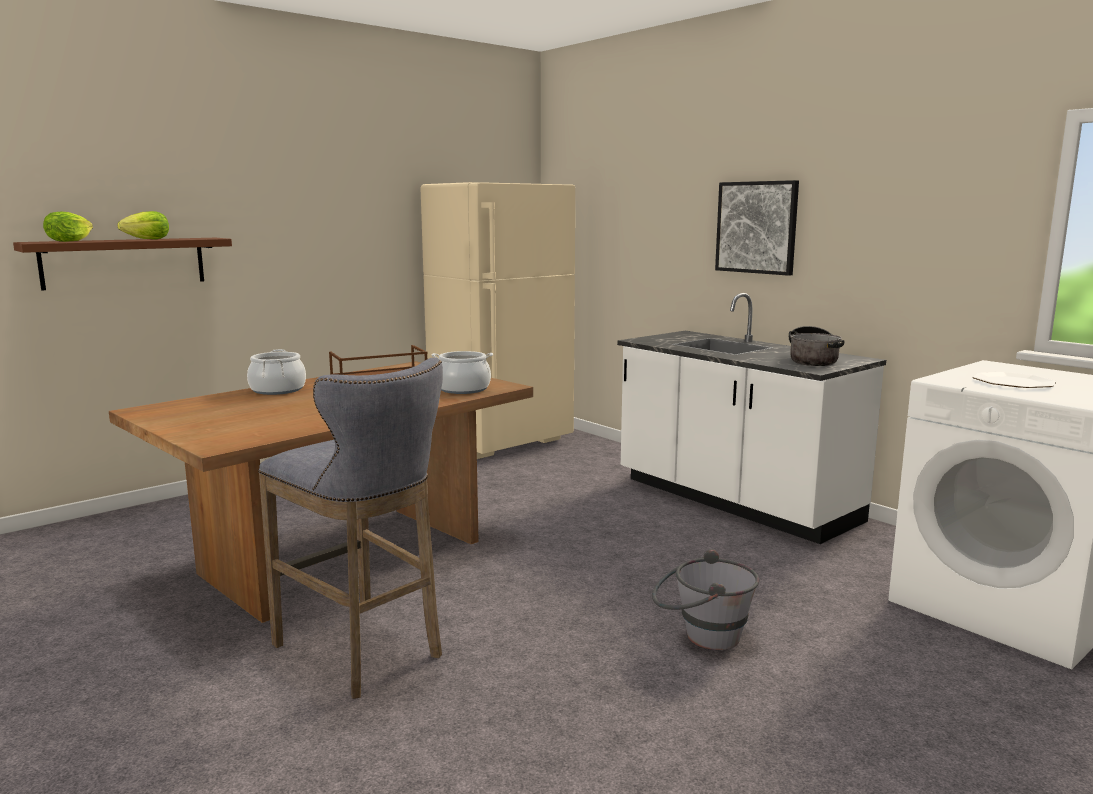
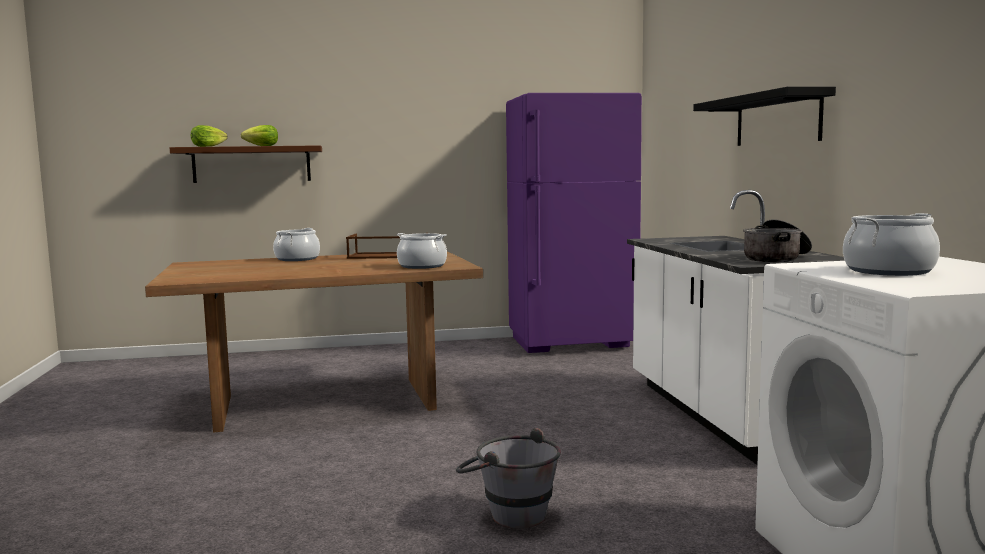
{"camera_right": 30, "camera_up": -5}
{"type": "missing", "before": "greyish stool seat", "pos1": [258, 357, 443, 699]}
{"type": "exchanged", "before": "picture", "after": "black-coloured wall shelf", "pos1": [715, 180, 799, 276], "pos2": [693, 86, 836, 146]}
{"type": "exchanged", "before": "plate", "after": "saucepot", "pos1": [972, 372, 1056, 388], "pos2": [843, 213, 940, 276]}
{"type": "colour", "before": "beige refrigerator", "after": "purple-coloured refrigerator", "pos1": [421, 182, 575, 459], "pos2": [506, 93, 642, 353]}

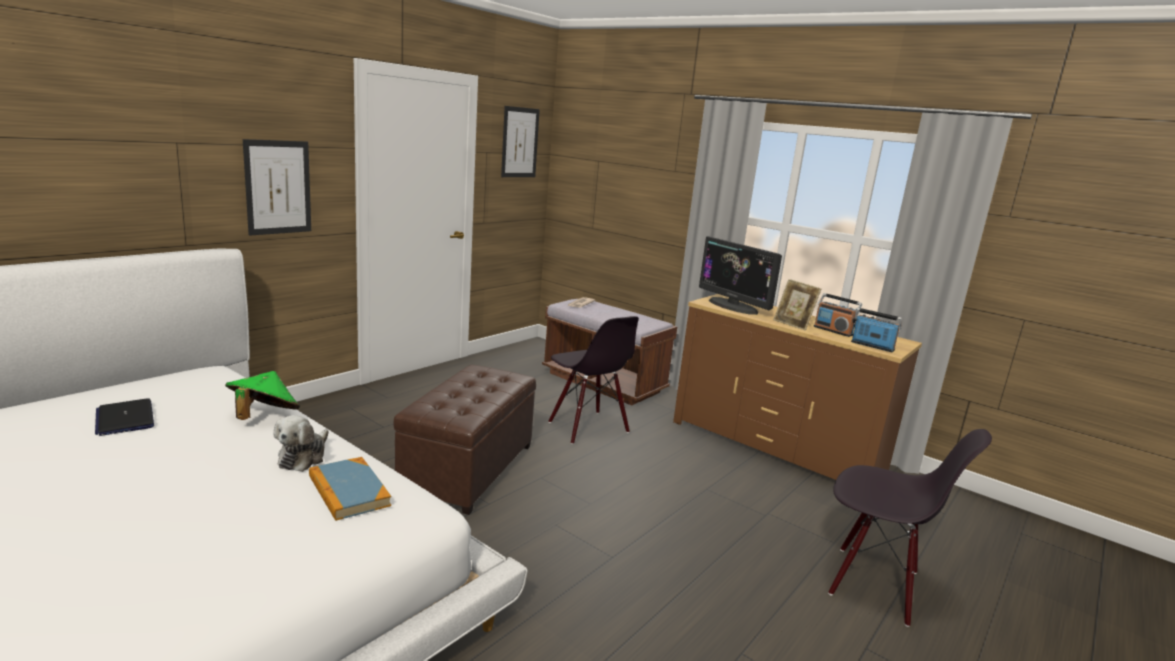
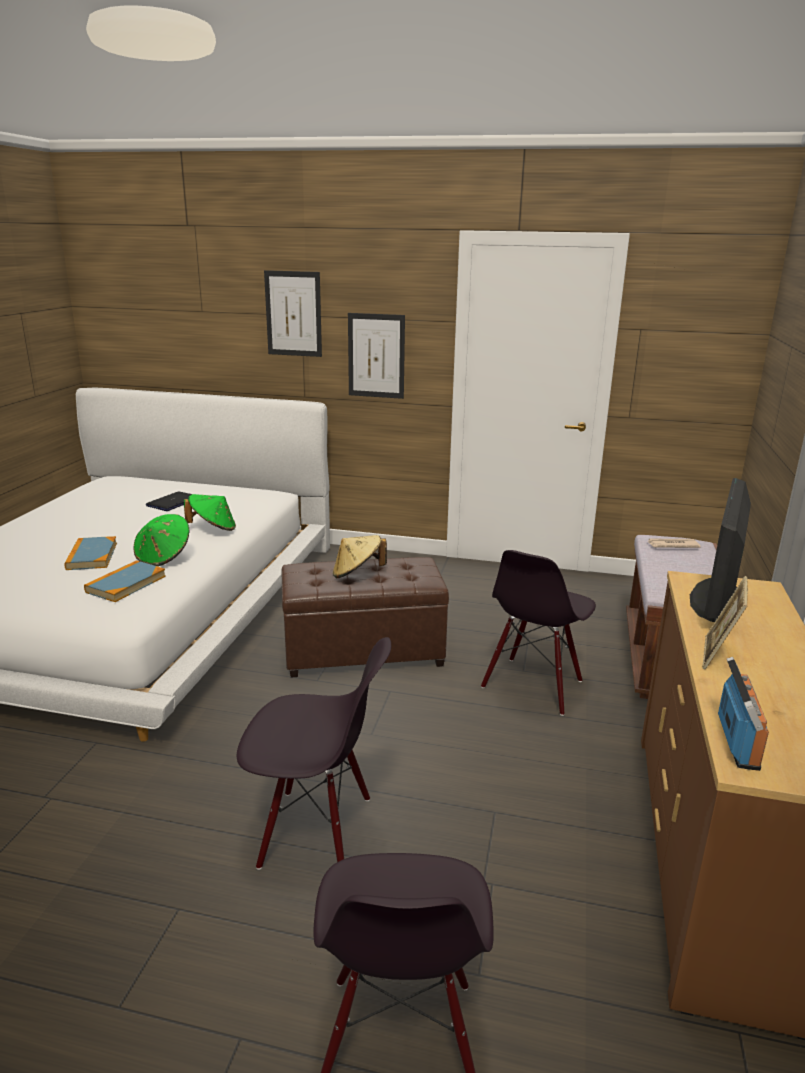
{"camera_right": 65, "camera_up": 5}
{"type": "missing", "before": "radio", "pos1": [814, 293, 862, 337]}
{"type": "appeared", "after": "book", "pos2": [64, 536, 117, 570]}
{"type": "appeared", "after": "black-coloured plain chair", "pos2": [237, 637, 391, 870]}
{"type": "appeared", "after": "beige wearable hat", "pos2": [333, 535, 387, 578]}
{"type": "relocated", "before": "picture", "pos1": [501, 106, 540, 177], "pos2": [264, 270, 322, 357]}
{"type": "exchanged", "before": "soft toy", "after": "green wearable hat", "pos1": [273, 415, 329, 472], "pos2": [133, 514, 190, 566]}

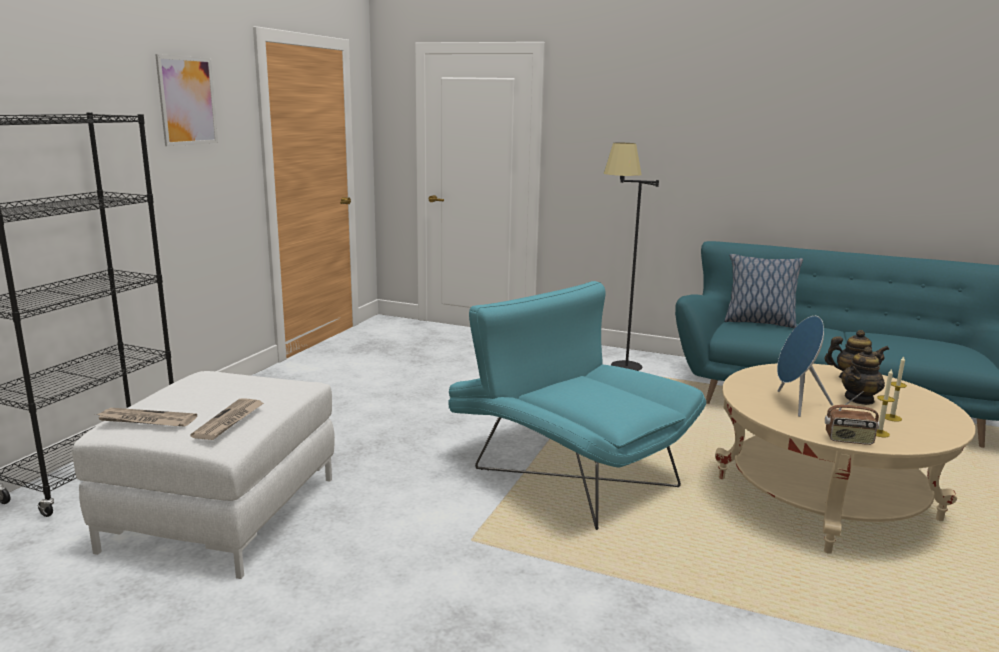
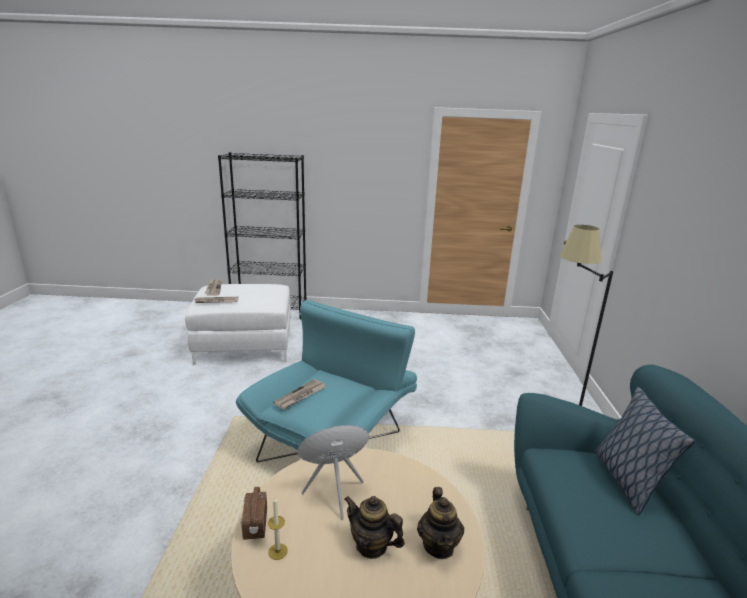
{"camera_right": 70, "camera_up": 5}
{"type": "missing", "before": "picture", "pos1": [155, 54, 218, 146]}
{"type": "missing", "before": "wax light", "pos1": [885, 356, 907, 422]}
{"type": "appeared", "after": "printed paper", "pos2": [273, 379, 326, 410]}

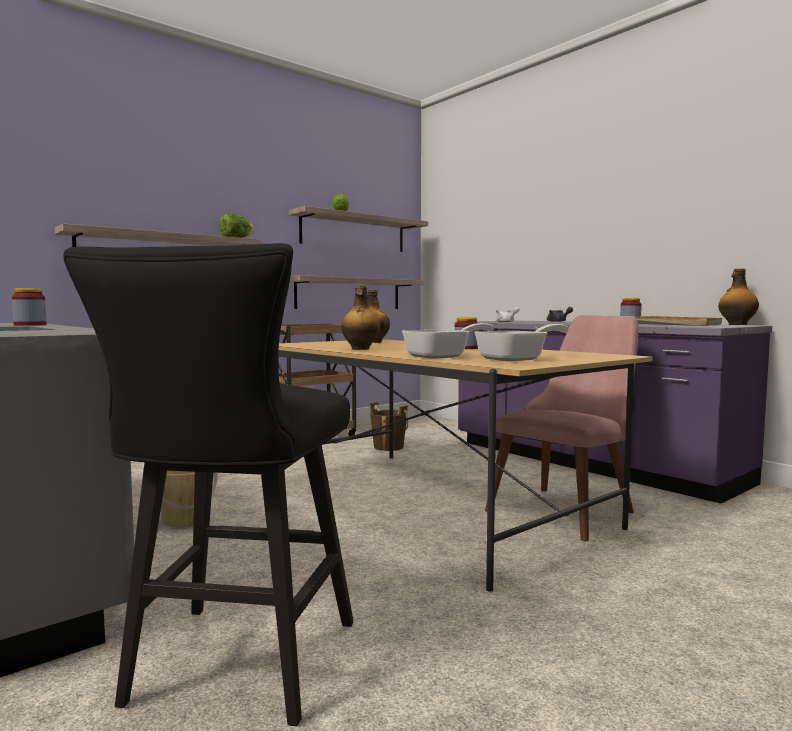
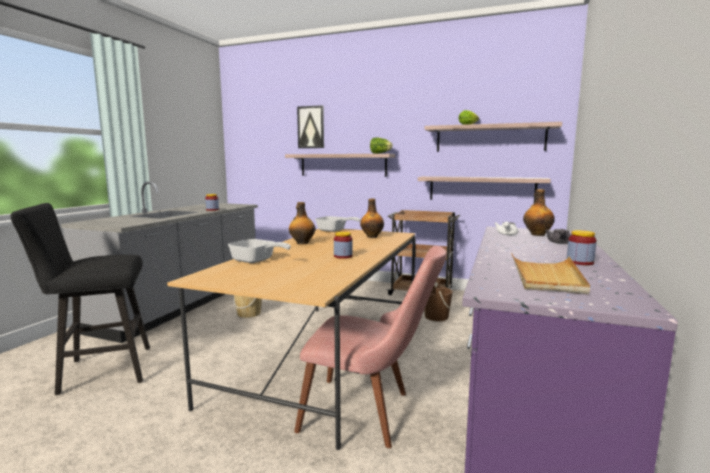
{"camera_right": 60, "camera_up": 5}
{"type": "appeared", "after": "picture", "pos2": [297, 105, 324, 148]}
{"type": "relocated", "before": "frying pan", "pos1": [474, 324, 569, 361], "pos2": [315, 216, 361, 232]}
{"type": "relocated", "before": "bottle", "pos1": [718, 268, 759, 325], "pos2": [523, 189, 555, 236]}

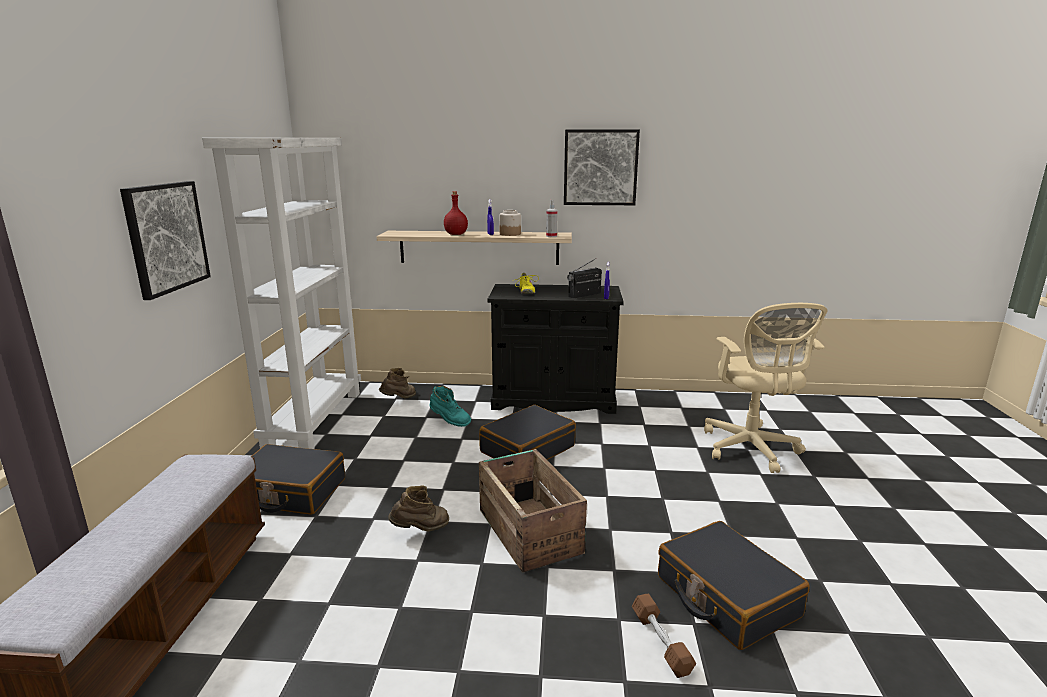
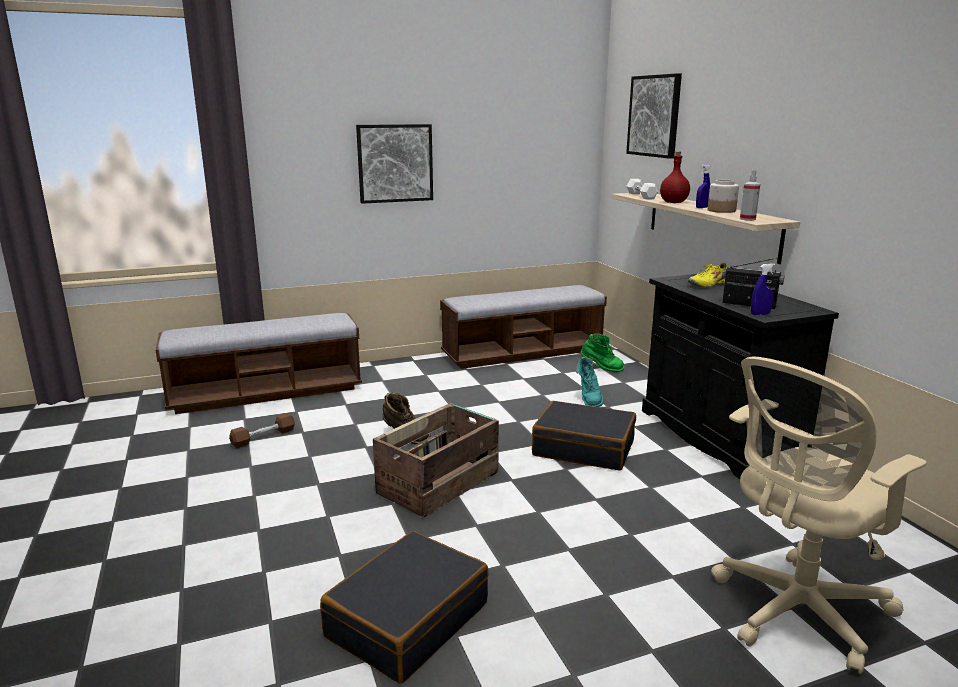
{"camera_right": 65, "camera_up": 0}
{"type": "missing", "before": "black-coloured piece of luggage", "pos1": [251, 444, 345, 515]}
{"type": "appeared", "after": "whitish dumbbell", "pos2": [626, 179, 658, 199]}
{"type": "relocated", "before": "picture", "pos1": [564, 129, 640, 205], "pos2": [626, 73, 682, 159]}
{"type": "relocated", "before": "brownish dumbbell", "pos1": [632, 594, 696, 678], "pos2": [229, 413, 295, 448]}
{"type": "exchanged", "before": "whitish bookshelf", "after": "bench", "pos1": [202, 138, 361, 449], "pos2": [440, 285, 607, 369]}
{"type": "colour", "before": "brownish boot", "after": "green boot", "pos1": [379, 368, 416, 399], "pos2": [581, 334, 624, 372]}

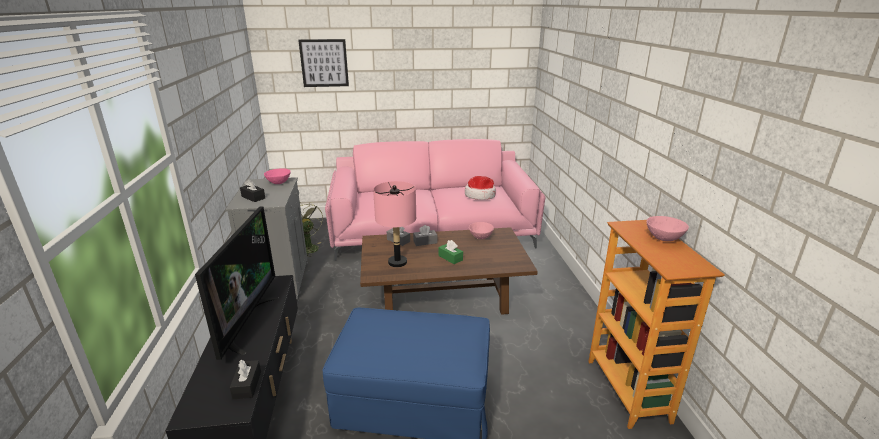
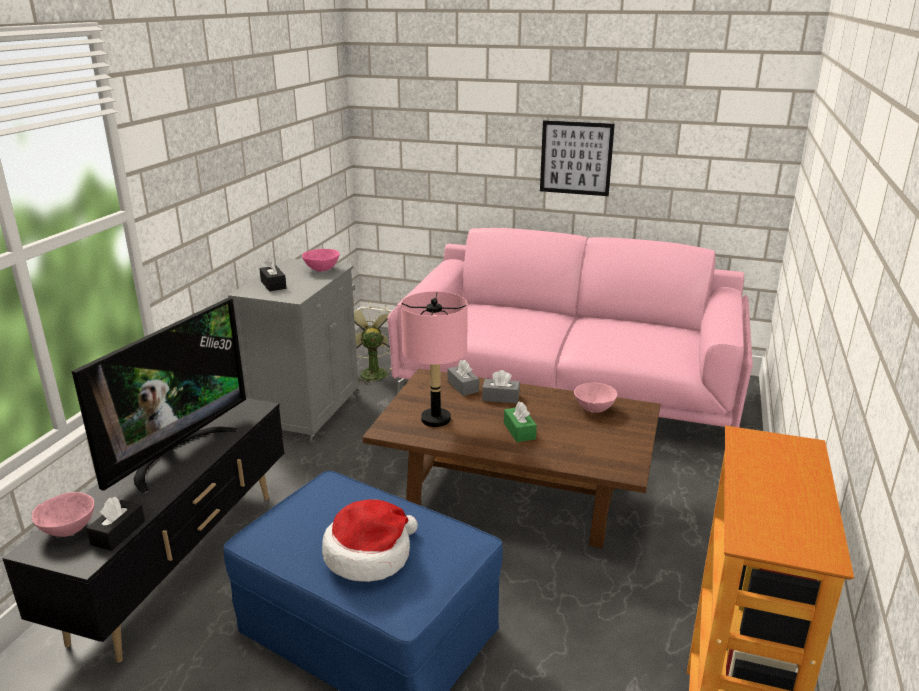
{"camera_right": 25, "camera_up": 0}
{"type": "relocated", "before": "picture", "pos1": [298, 39, 349, 87], "pos2": [540, 120, 615, 196]}
{"type": "relocated", "before": "wearable hat", "pos1": [465, 176, 496, 200], "pos2": [322, 499, 418, 582]}
{"type": "relocated", "before": "pinkish bowl", "pos1": [647, 216, 689, 241], "pos2": [32, 492, 94, 537]}

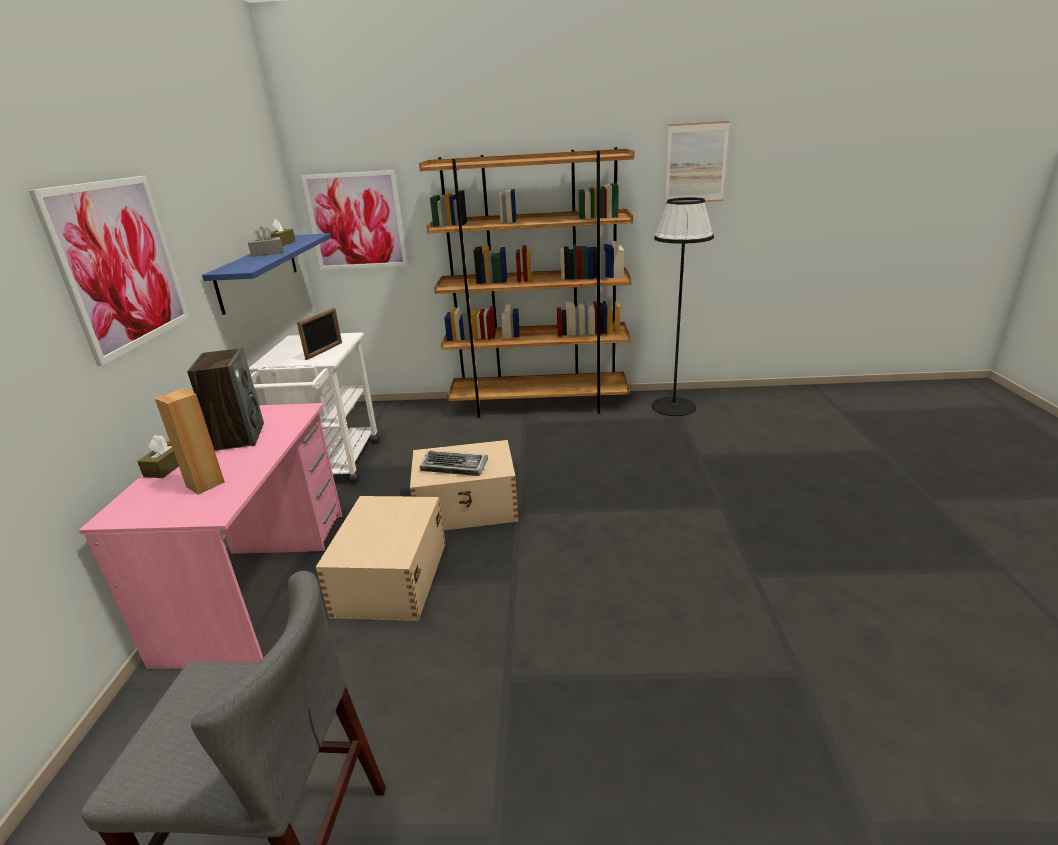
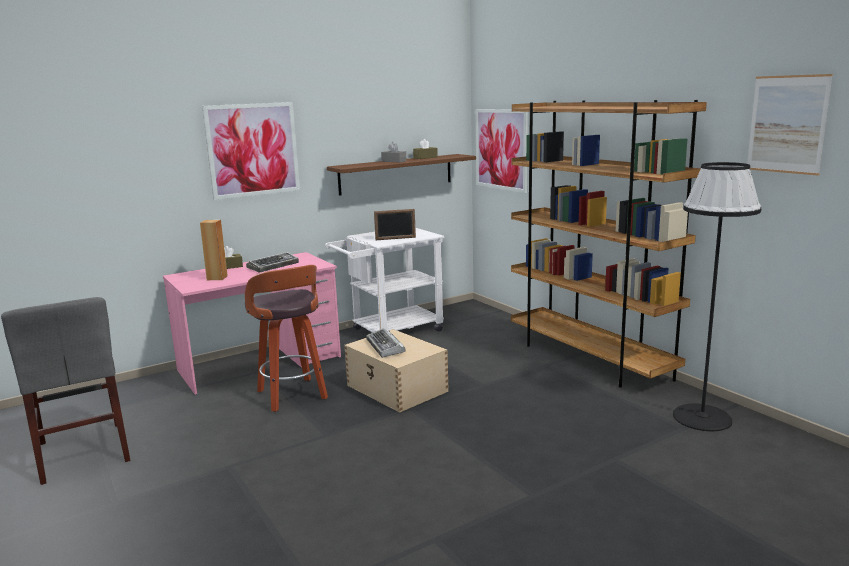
{"camera_right": 55, "camera_up": -10}
{"type": "exchanged", "before": "speaker", "after": "PC keyboard", "pos1": [187, 347, 264, 451], "pos2": [246, 252, 299, 273]}
{"type": "exchanged", "before": "beige storage container", "after": "stool seat", "pos1": [316, 496, 446, 621], "pos2": [245, 265, 328, 412]}
{"type": "colour", "before": "blue-coloured wall shelf", "after": "brownish wall shelf", "pos1": [202, 233, 331, 315], "pos2": [327, 154, 476, 196]}

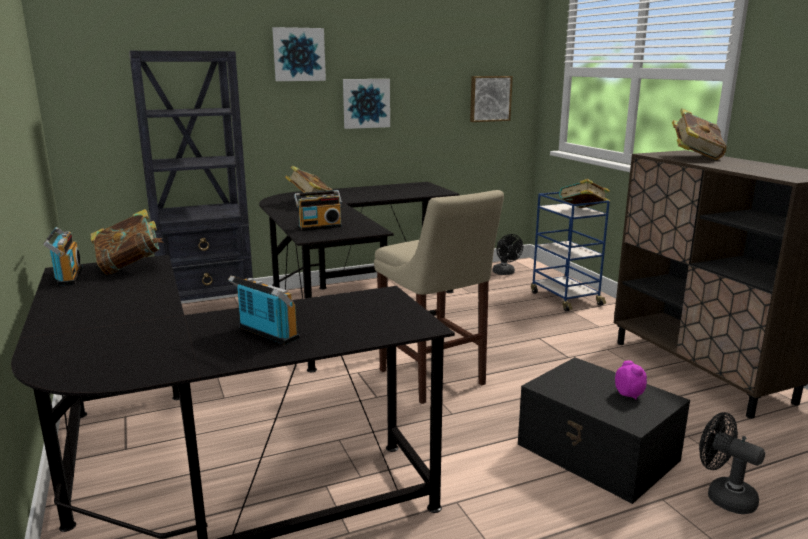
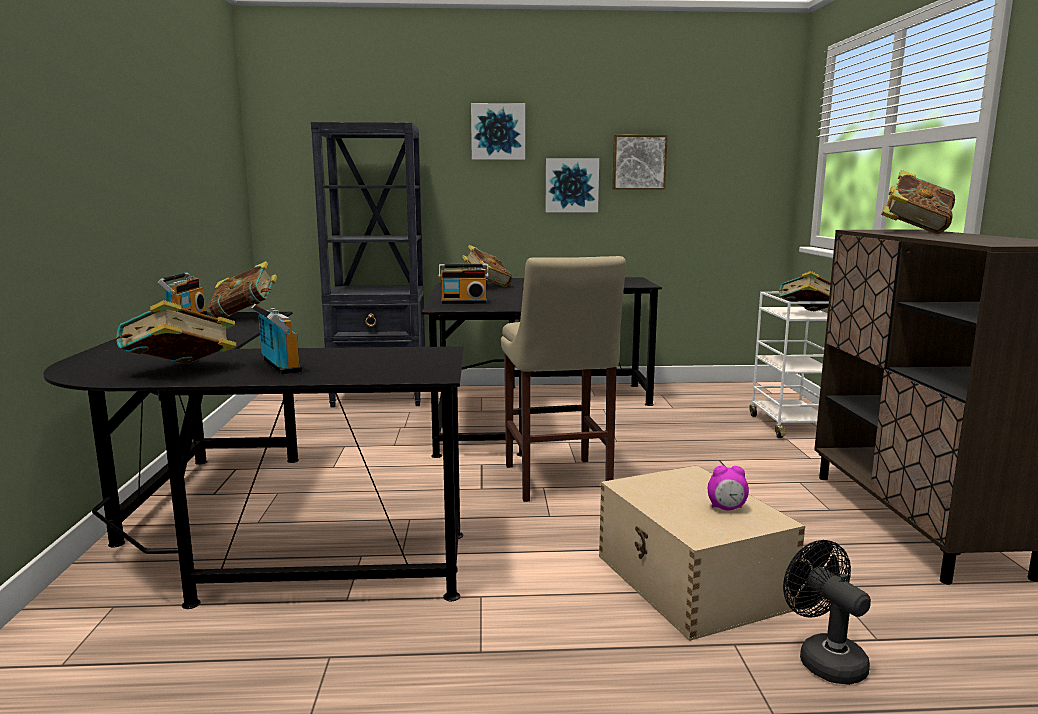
{"camera_right": 20, "camera_up": -5}
{"type": "missing", "before": "black-coloured fan", "pos1": [493, 234, 523, 275]}
{"type": "appeared", "after": "book", "pos2": [114, 300, 236, 364]}
{"type": "relocated", "before": "picture", "pos1": [470, 76, 513, 122], "pos2": [612, 135, 668, 190]}
{"type": "colour", "before": "black-coloured storage container", "after": "beige storage container", "pos1": [518, 357, 690, 504], "pos2": [599, 465, 805, 641]}
{"type": "colour", "before": "blue-coloured trolley", "after": "whitish trolley", "pos1": [531, 192, 610, 312], "pos2": [749, 292, 829, 438]}
{"type": "spun", "before": "bedside clock", "pos1": [615, 360, 647, 400], "pos2": [708, 466, 749, 510], "turn": 90}

